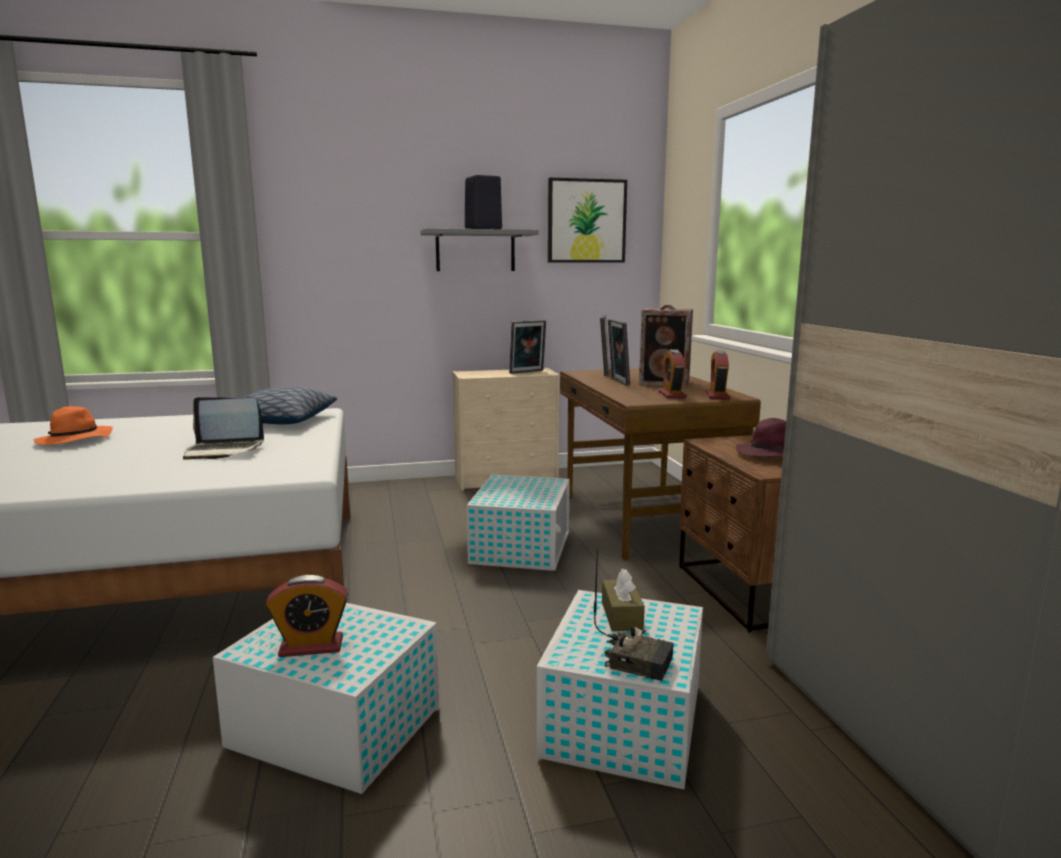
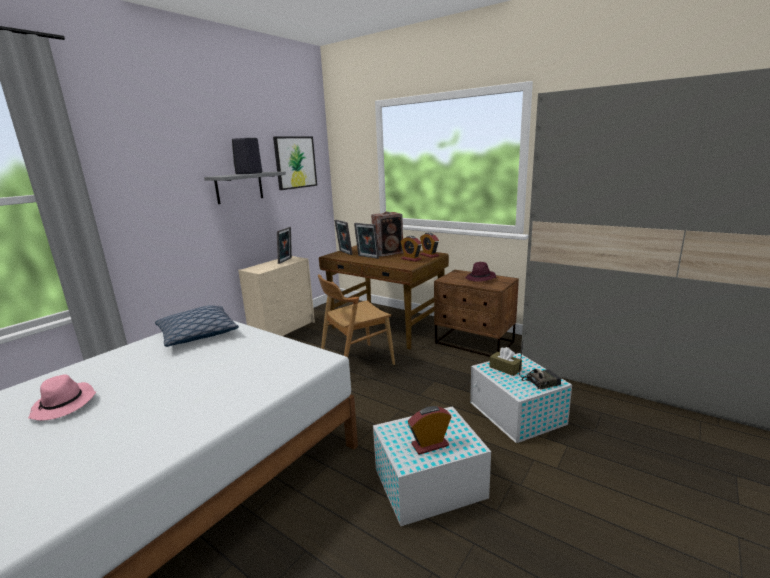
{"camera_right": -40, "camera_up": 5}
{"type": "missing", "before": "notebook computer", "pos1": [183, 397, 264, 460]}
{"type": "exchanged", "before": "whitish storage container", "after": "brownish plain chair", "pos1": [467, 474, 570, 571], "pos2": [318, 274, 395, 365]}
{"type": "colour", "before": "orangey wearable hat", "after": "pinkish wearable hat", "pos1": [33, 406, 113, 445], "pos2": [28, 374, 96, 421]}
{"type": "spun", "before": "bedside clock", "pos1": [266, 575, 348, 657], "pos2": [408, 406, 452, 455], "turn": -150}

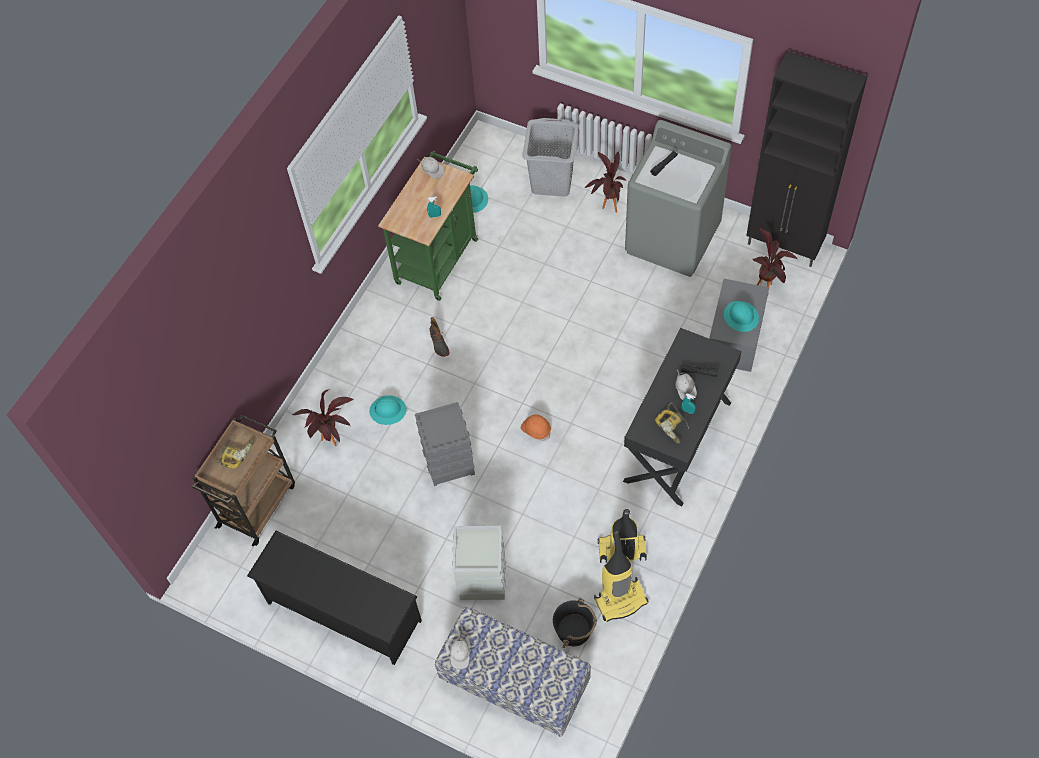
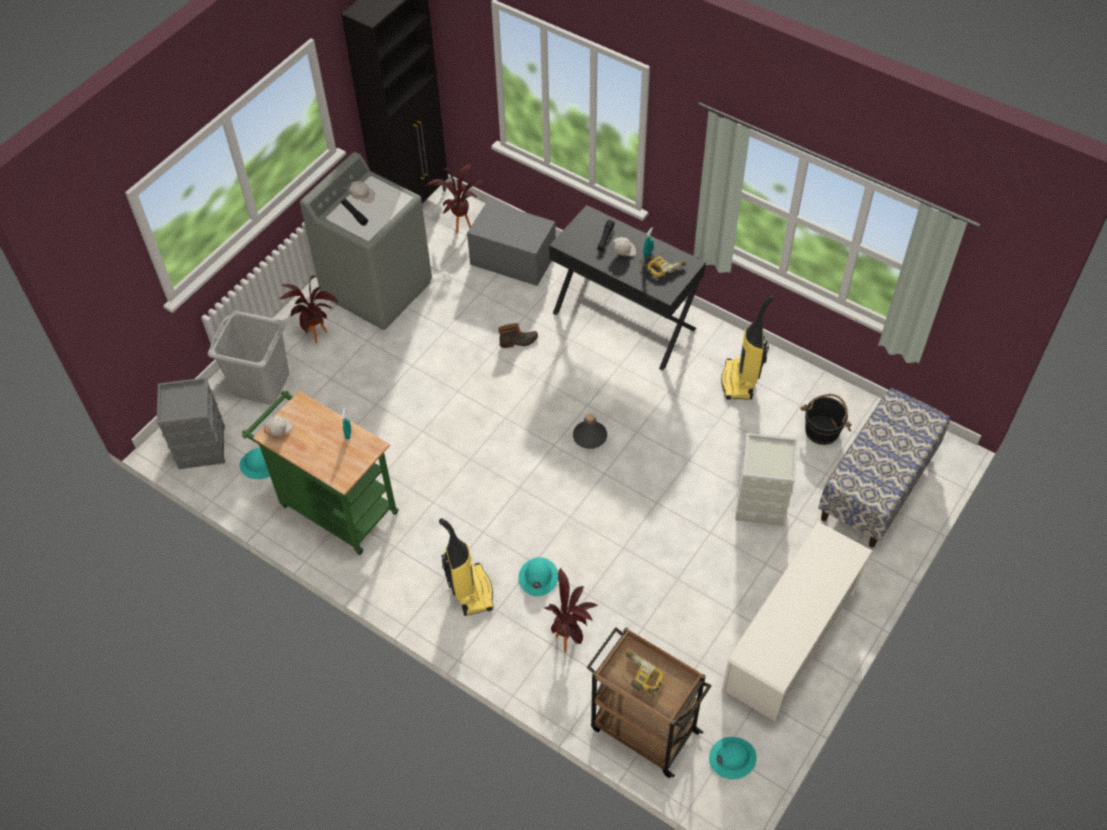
{"camera_right": -85, "camera_up": -5}
{"type": "relocated", "before": "greyish storage container", "pos1": [415, 402, 475, 486], "pos2": [157, 377, 225, 469]}
{"type": "relocated", "before": "boot", "pos1": [429, 317, 450, 357], "pos2": [498, 323, 538, 348]}
{"type": "relocated", "before": "whitish cap", "pos1": [450, 633, 470, 669], "pos2": [343, 181, 375, 203]}
{"type": "relocated", "before": "hoover", "pos1": [594, 531, 649, 622], "pos2": [439, 518, 494, 616]}
{"type": "relocated", "before": "turquoise hard hat", "pos1": [724, 301, 759, 332], "pos2": [709, 737, 757, 780]}
{"type": "exchanged", "before": "orangey hard hat", "after": "greyish bottle", "pos1": [521, 414, 551, 440], "pos2": [573, 413, 607, 449]}
{"type": "colour", "before": "black-coloured shoe rack", "after": "whitish shoe rack", "pos1": [247, 531, 422, 665], "pos2": [722, 522, 872, 722]}

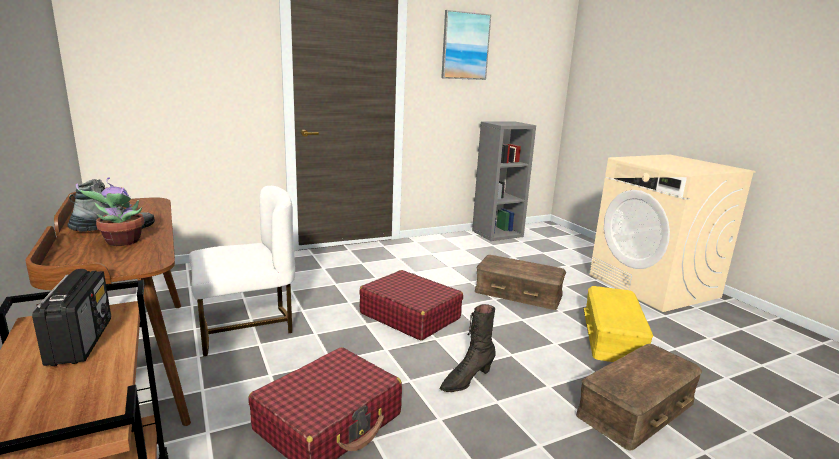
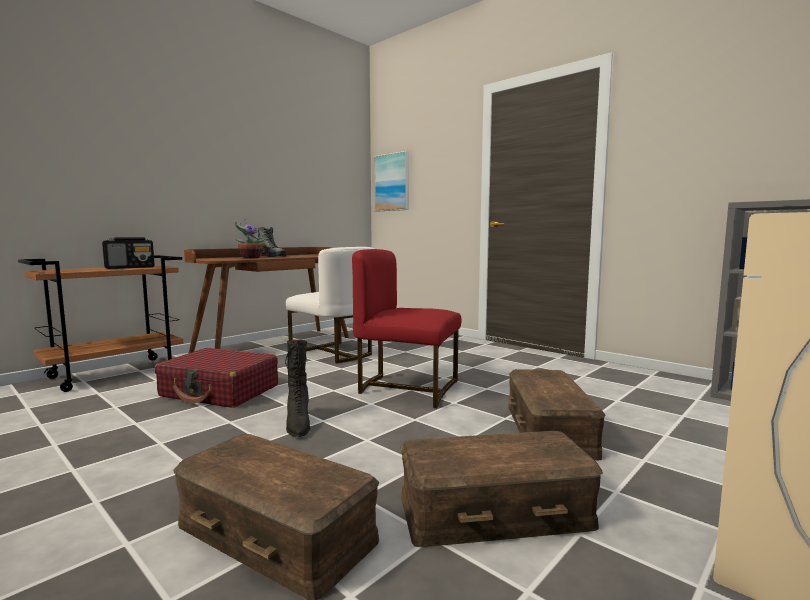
{"camera_right": 70, "camera_up": -10}
{"type": "relocated", "before": "picture", "pos1": [441, 10, 491, 80], "pos2": [374, 151, 409, 212]}
{"type": "exchanged", "before": "red-coloured piece of luggage", "after": "red-coloured plain chair", "pos1": [359, 270, 463, 340], "pos2": [352, 249, 462, 408]}
{"type": "colour", "before": "yellowish storage container", "after": "brownish storage container", "pos1": [583, 286, 653, 362], "pos2": [400, 431, 603, 547]}
{"type": "spun", "before": "black-coloured boot", "pos1": [440, 304, 496, 392], "pos2": [285, 340, 310, 437], "turn": -135}

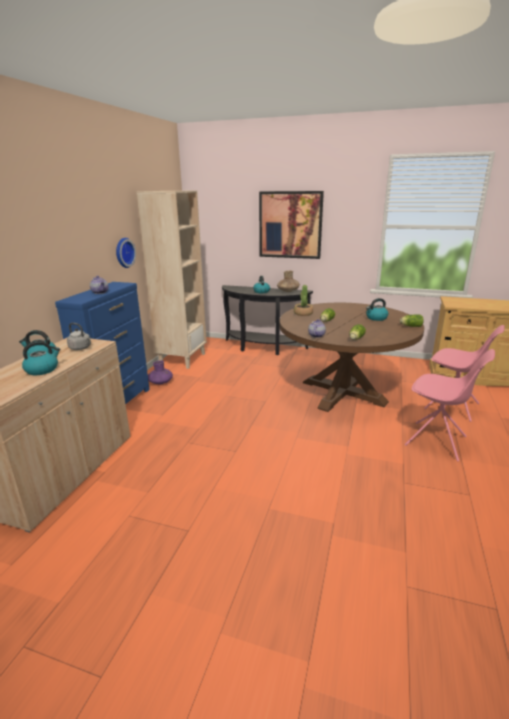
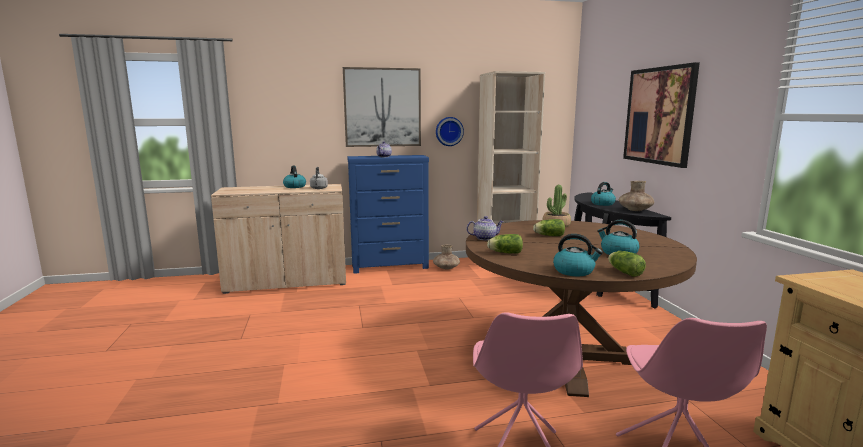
{"camera_right": 60, "camera_up": -10}
{"type": "appeared", "after": "picture", "pos2": [343, 67, 421, 147]}
{"type": "relocated", "before": "kettle", "pos1": [22, 341, 60, 375], "pos2": [553, 234, 603, 276]}
{"type": "colour", "before": "purple-coloured vase", "after": "brownish vase", "pos1": [148, 361, 173, 385], "pos2": [433, 245, 460, 270]}

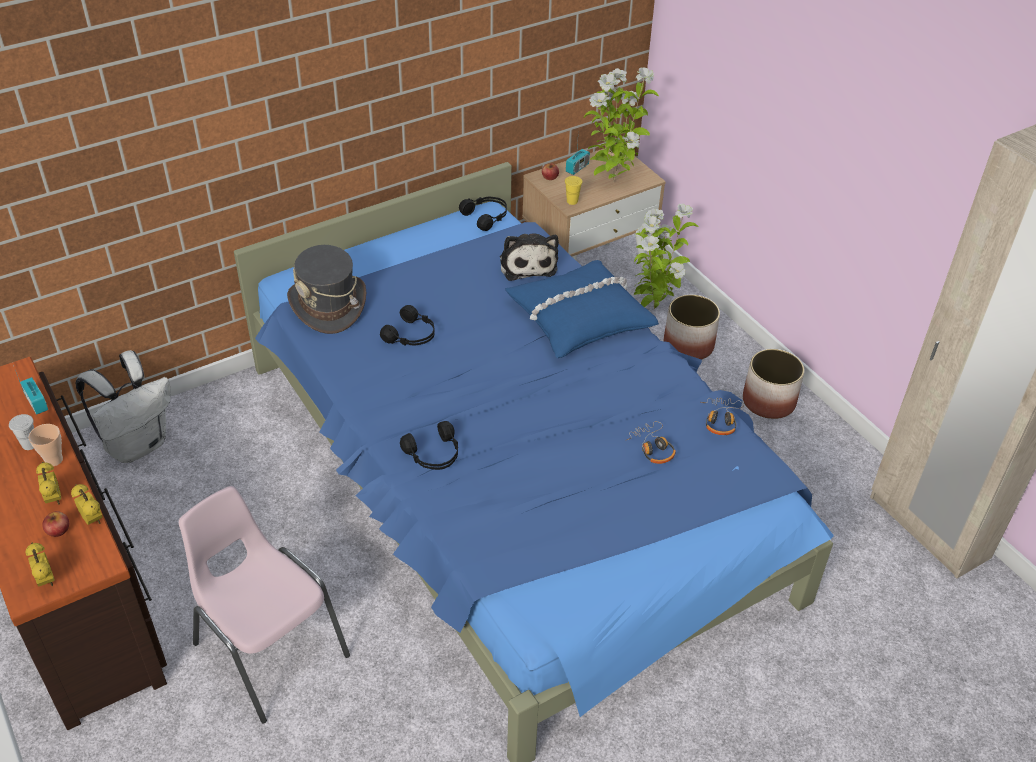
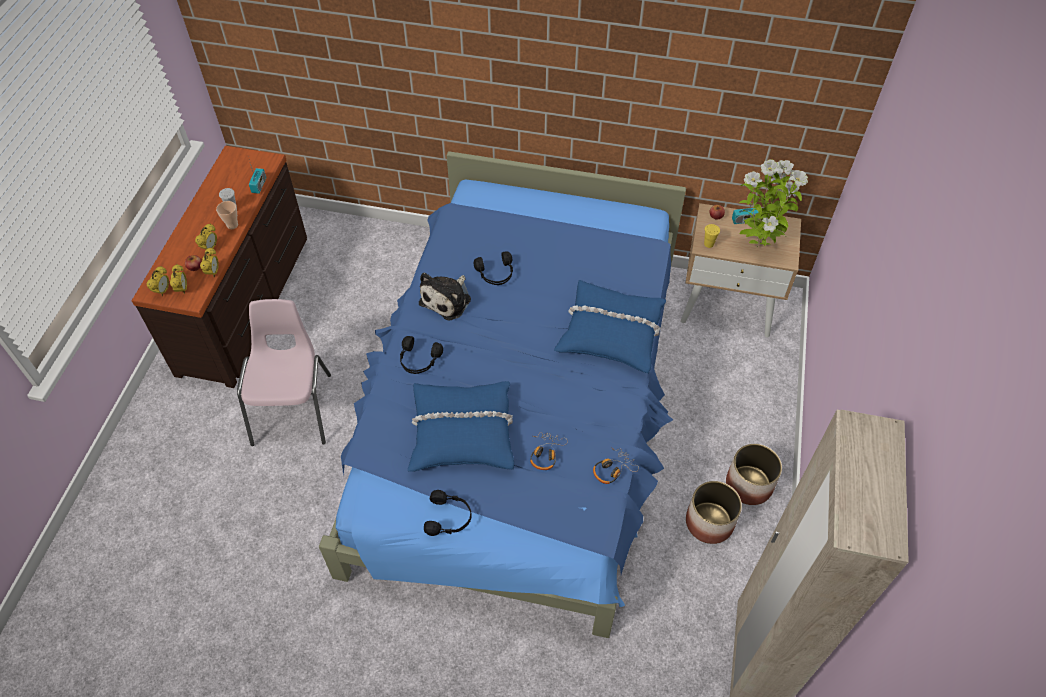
{"camera_right": 45, "camera_up": 10}
{"type": "missing", "before": "whitish knapsack", "pos1": [75, 350, 171, 463]}
{"type": "missing", "before": "greyish wearable hat", "pos1": [287, 245, 366, 334]}
{"type": "missing", "before": "houseplant", "pos1": [634, 204, 698, 309]}
{"type": "appeared", "after": "bedside clock", "pos2": [170, 264, 187, 294]}
{"type": "appeared", "after": "blue-coloured throw pillow", "pos2": [408, 381, 514, 472]}
{"type": "relocated", "before": "black-coloured headset", "pos1": [459, 197, 507, 231], "pos2": [424, 490, 472, 536]}
{"type": "relocated", "before": "soft toy", "pos1": [500, 233, 559, 281], "pos2": [419, 273, 471, 321]}
{"type": "relocated", "before": "plant pot", "pos1": [664, 294, 720, 360], "pos2": [686, 481, 742, 544]}

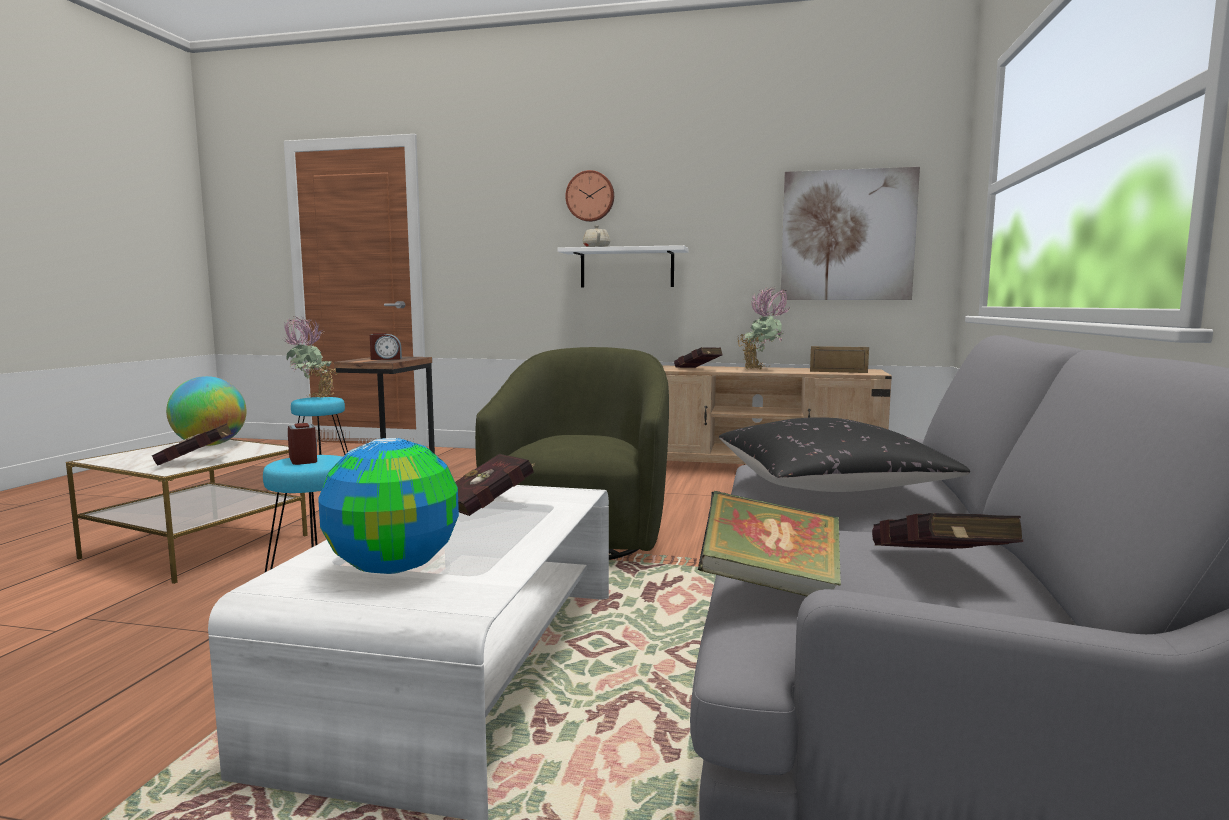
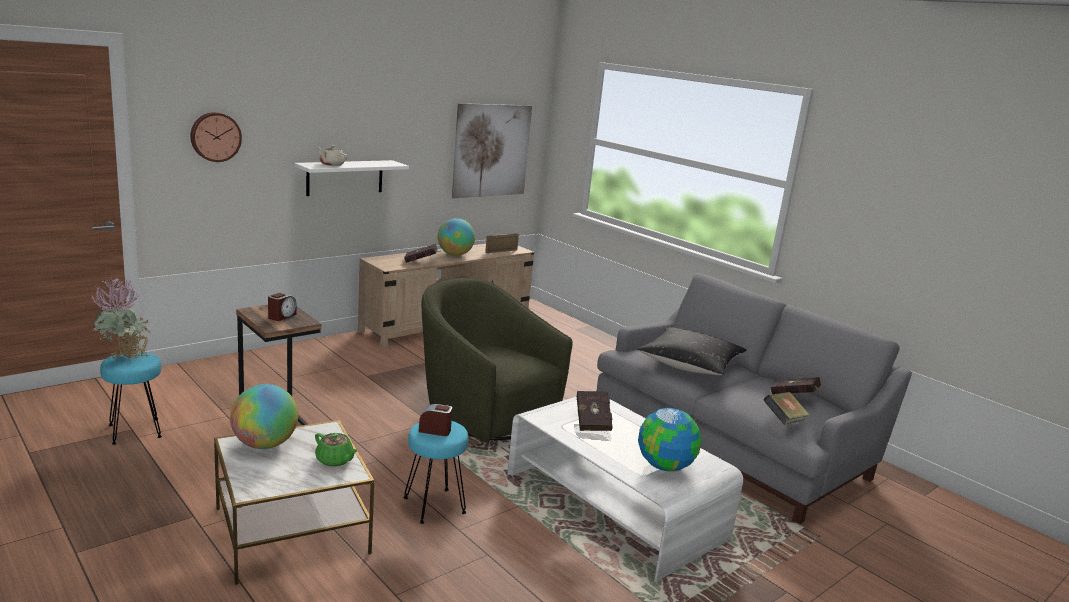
{"camera_right": -55, "camera_up": 10}
{"type": "relocated", "before": "hanging clock", "pos1": [565, 170, 614, 222], "pos2": [190, 112, 242, 162]}
{"type": "exchanged", "before": "red-coloured book", "after": "green tea pot", "pos1": [152, 423, 236, 466], "pos2": [315, 433, 358, 467]}
{"type": "exchanged", "before": "houseplant", "after": "world globe", "pos1": [738, 287, 789, 369], "pos2": [438, 218, 475, 256]}

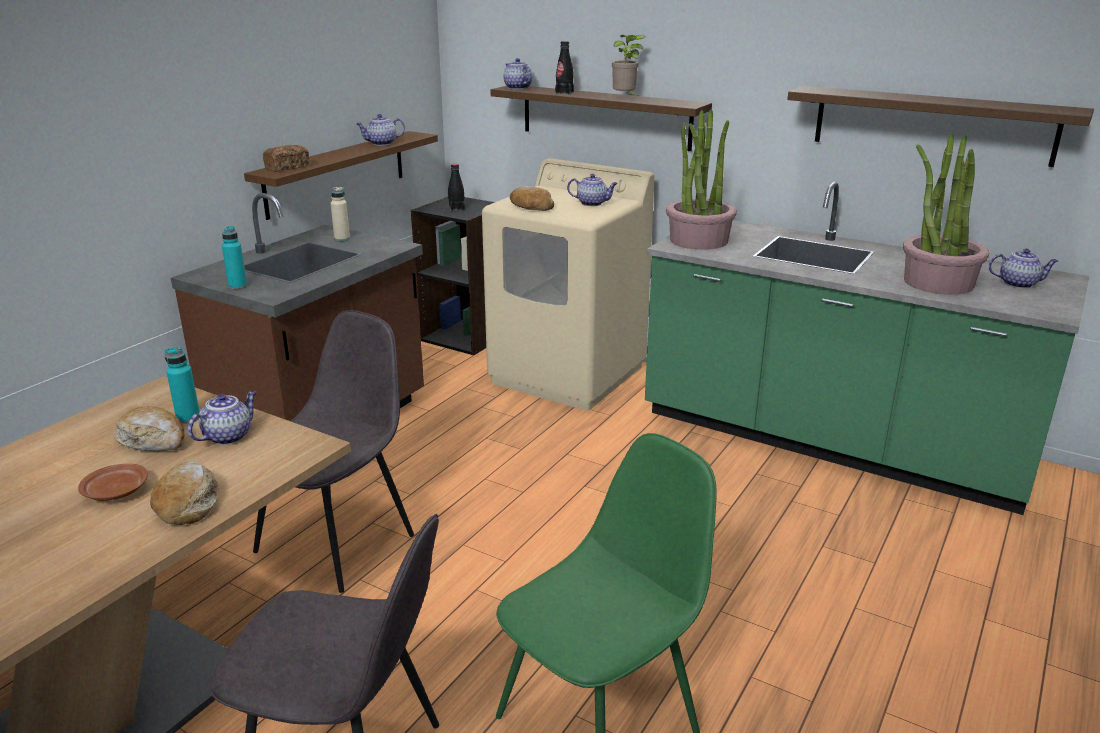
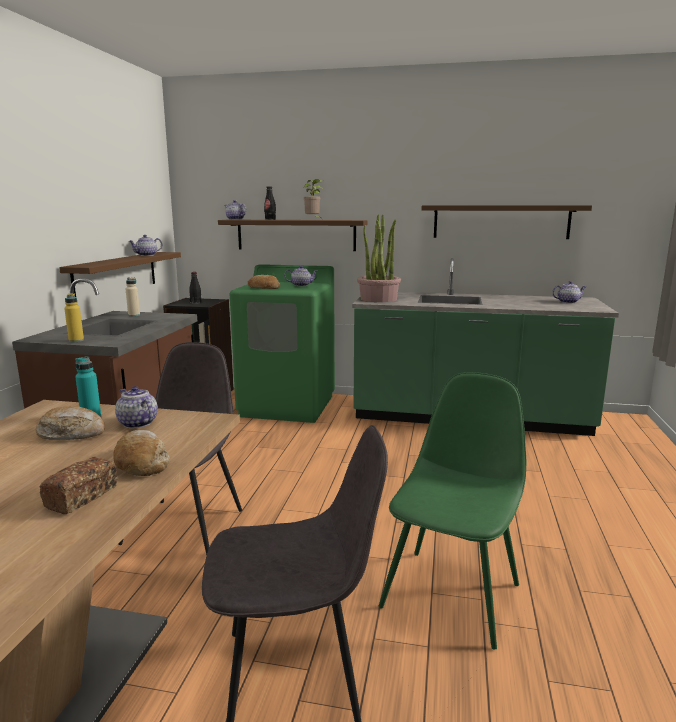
{"camera_right": -20, "camera_up": -10}
{"type": "missing", "before": "brownish plate", "pos1": [78, 464, 147, 501]}
{"type": "missing", "before": "houseplant", "pos1": [903, 134, 989, 295]}
{"type": "relocated", "before": "bread", "pos1": [263, 145, 310, 172], "pos2": [39, 457, 117, 514]}
{"type": "colour", "before": "turquoise bottle", "after": "yellowish bottle", "pos1": [222, 226, 247, 289], "pos2": [64, 293, 84, 342]}
{"type": "colour", "before": "beige laundry machine", "after": "green laundry machine", "pos1": [482, 158, 655, 411], "pos2": [230, 264, 335, 423]}
{"type": "spun", "before": "tea pot", "pos1": [188, 391, 257, 445], "pos2": [115, 386, 158, 428], "turn": -60}

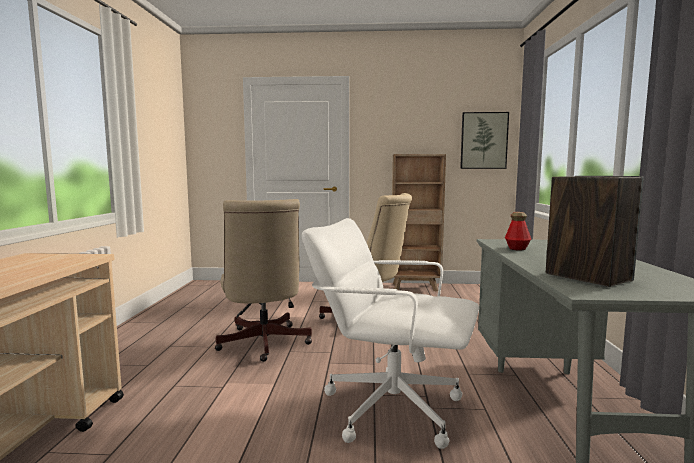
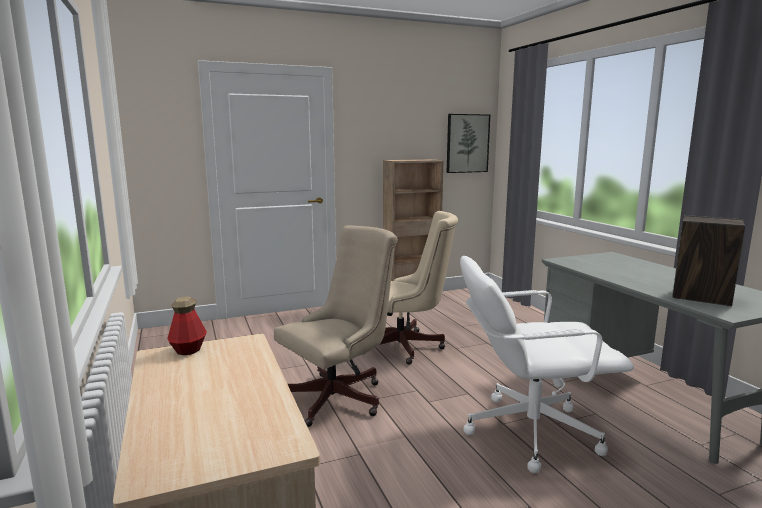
{"camera_right": -25, "camera_up": 5}
{"type": "relocated", "before": "bottle", "pos1": [505, 212, 531, 251], "pos2": [167, 297, 207, 355]}
{"type": "spun", "before": "beige desk chair", "pos1": [215, 199, 312, 362], "pos2": [274, 225, 398, 427], "turn": -90}

